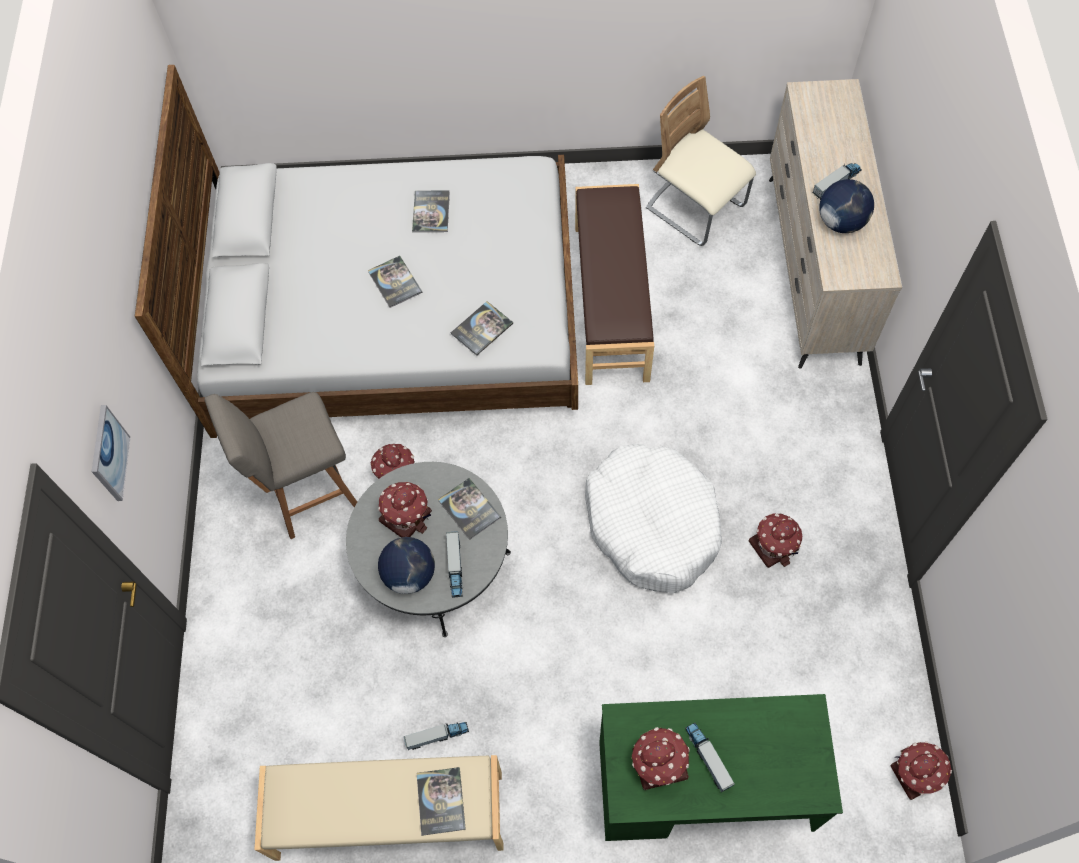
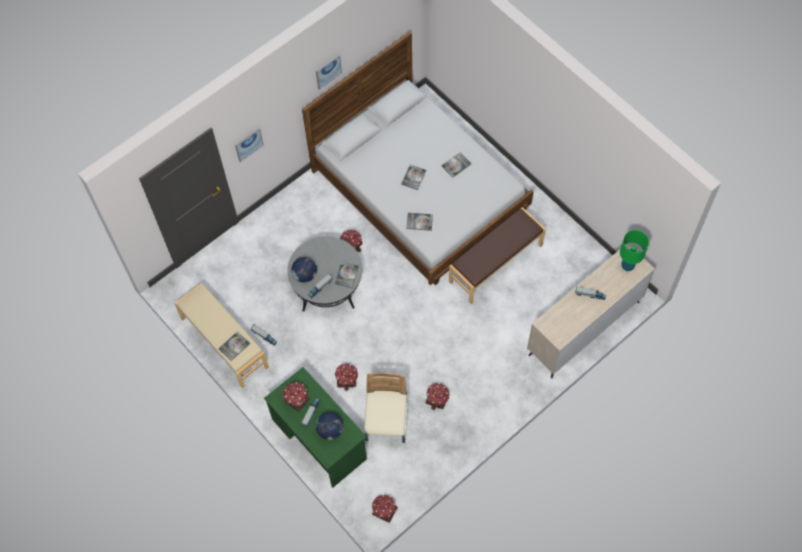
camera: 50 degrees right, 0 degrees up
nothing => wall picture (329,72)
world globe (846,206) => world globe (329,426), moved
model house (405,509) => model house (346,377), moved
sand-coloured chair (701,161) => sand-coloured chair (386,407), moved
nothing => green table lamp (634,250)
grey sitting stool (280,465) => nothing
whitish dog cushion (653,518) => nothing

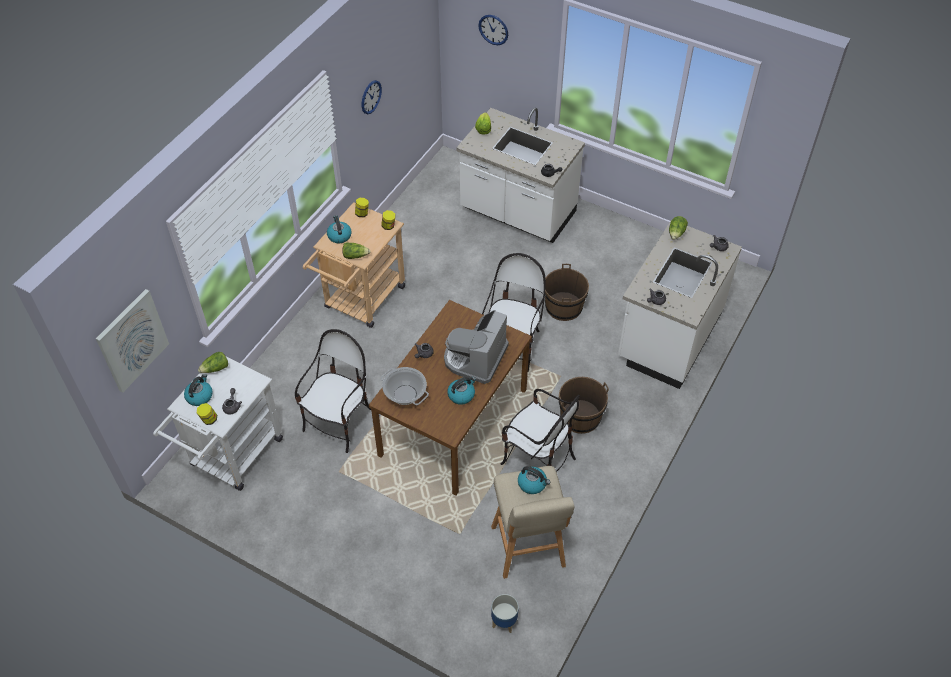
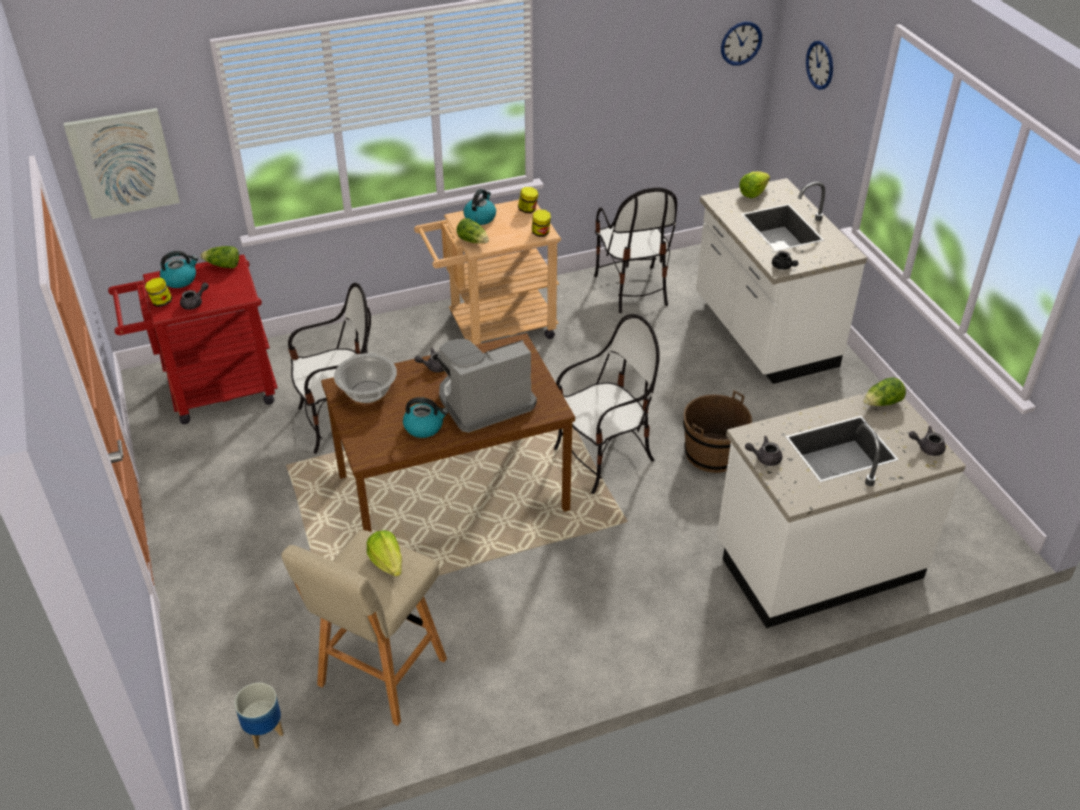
camera: 40 degrees right, 10 degrees down
whitish cart (218,423) => reddish cart (193,339)
water kettle (534,480) => lettuce (384,553)
chair (540,430) => chair (635,250), moved
clock on the wall (372,97) => clock on the wall (741,44), moved
brown bucket (584,405) => nothing

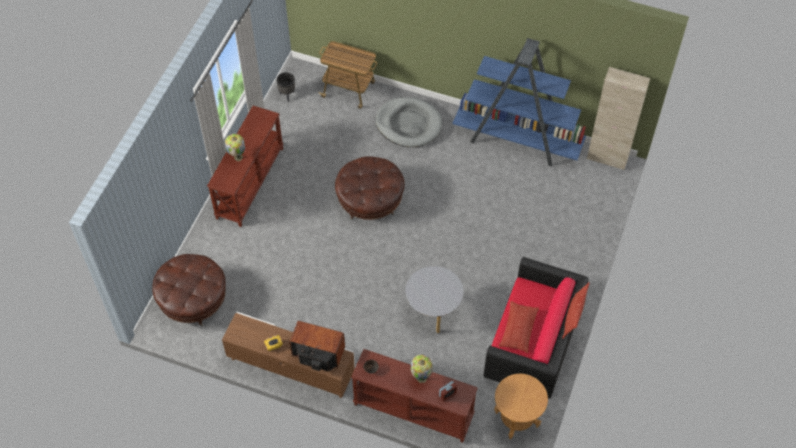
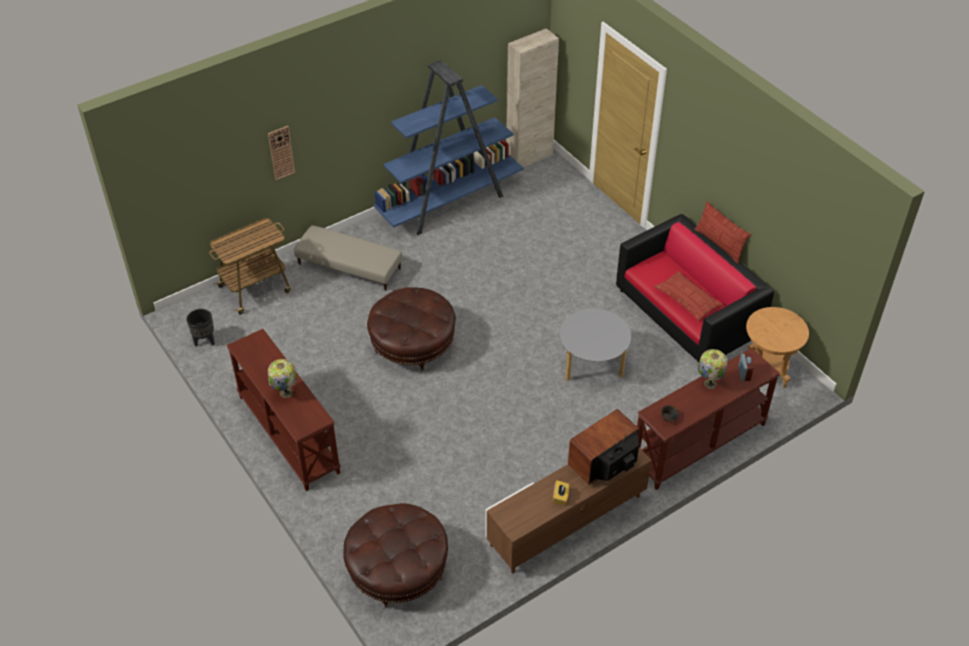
camera: 55 degrees left, 10 degrees down
nothing => clock on the wall (281,153)
grey dog cushion (409,122) => sand-coloured pouffe (348,258)

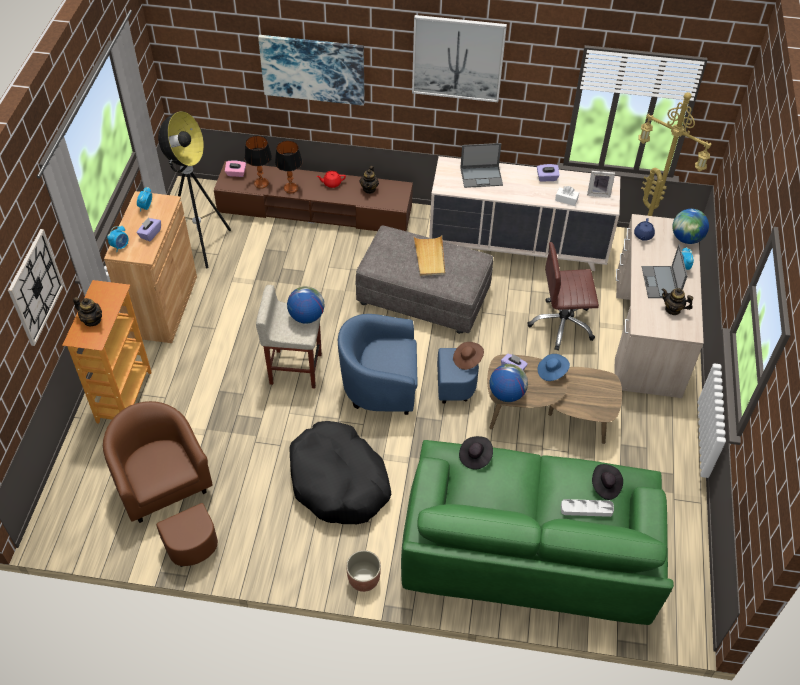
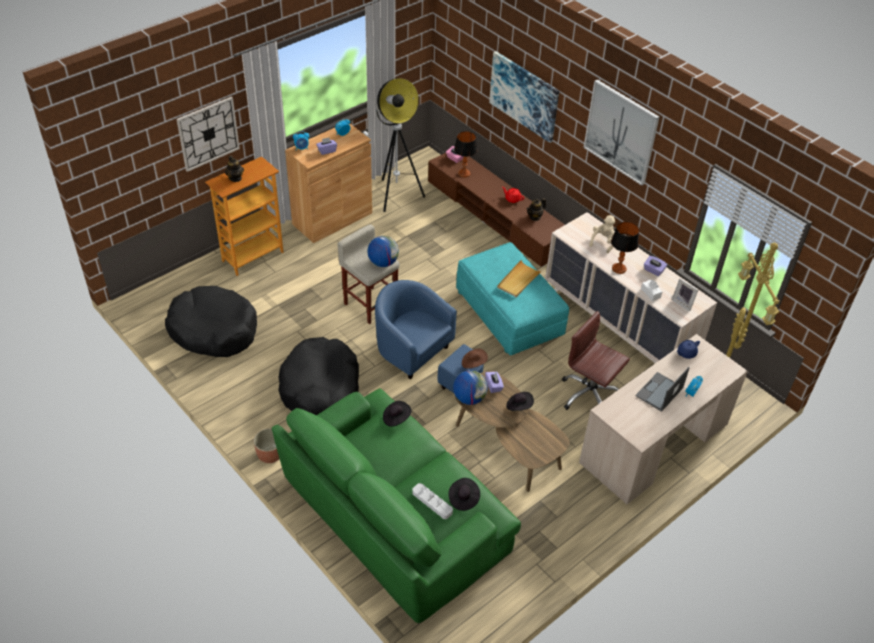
camera: 40 degrees right, 5 degrees down
brown easy chair (160,484) => black dog cushion (211,321)
grey pouffe (424,279) => turquoise-coloured pouffe (512,298)
bluish wearable hat (554,367) => black wearable hat (520,401)
portable computer (481,165) => sand-coloured plush toy (602,234)
table lamp (288,167) => table lamp (625,248), moved
teapot (677,301) => nothing
world globe (690,226) => nothing

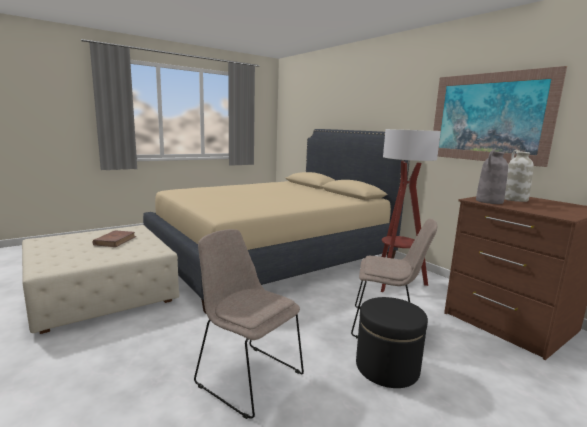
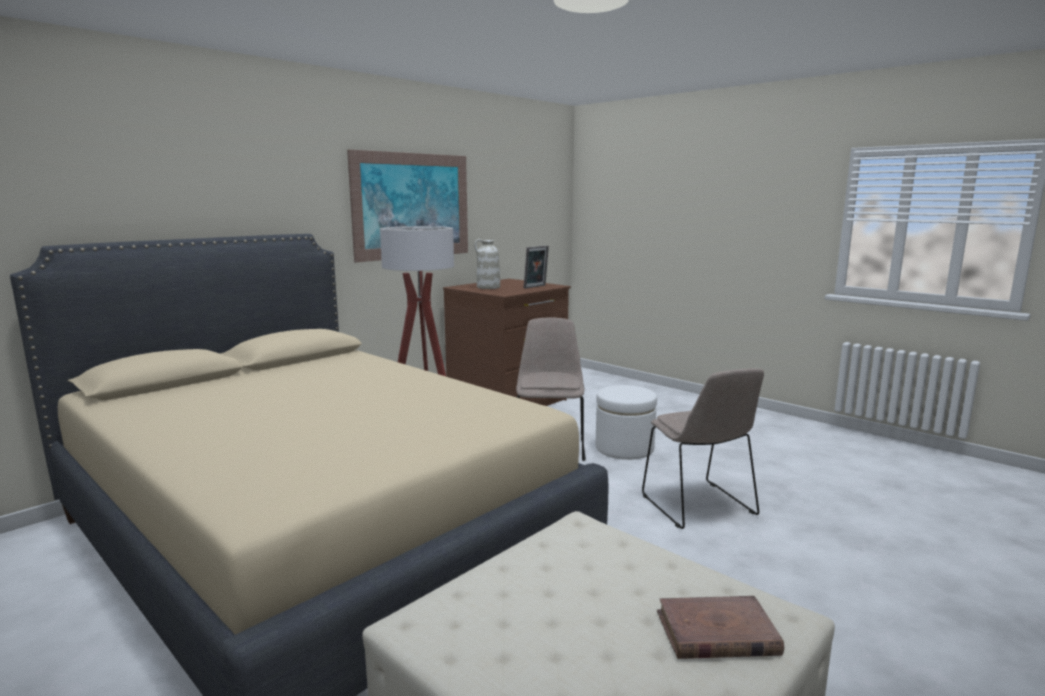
camera: 100 degrees left, 0 degrees up
nothing => picture frame (536,267)
black pouffe (392,342) => whitish pouffe (626,422)
sand-coloured chair (249,324) => sand-coloured chair (703,448), 45 degrees counterclockwise
brown book (114,238) => brown book (720,627), moved
grey vase (492,177) => nothing

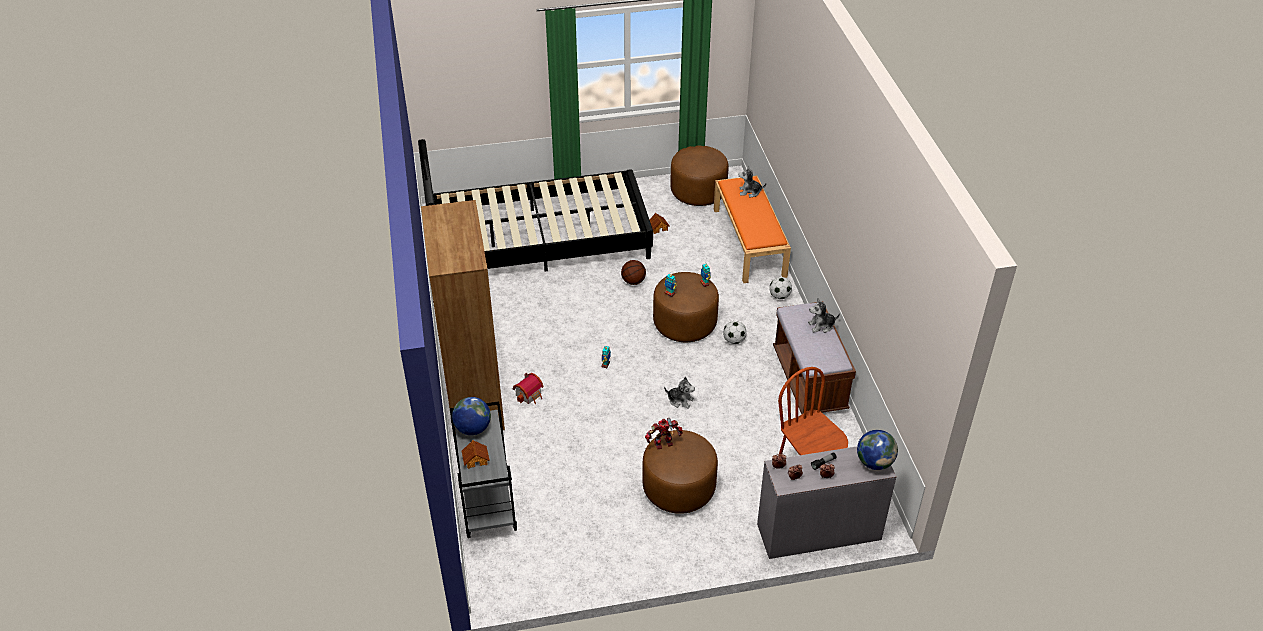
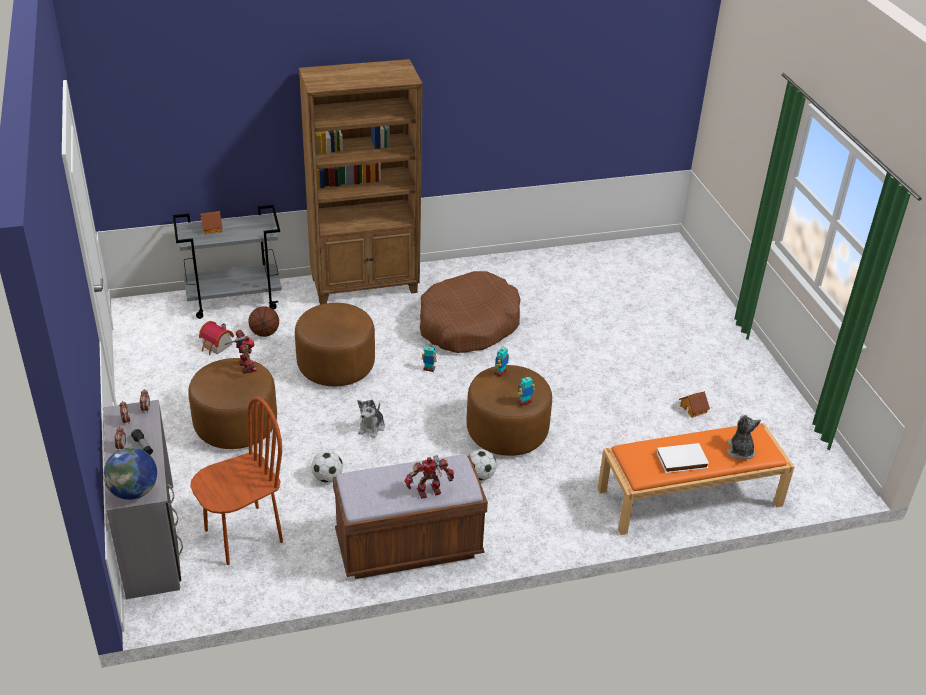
camera: 85 degrees right, 5 degrees down
model house (528,388) => model house (216,338), moved
basketball (633,272) => basketball (263,321), moved
brown pouffe (699,175) => brown pouffe (335,344), moved
ball for football (780,288) => ball for football (327,466), moved
plush toy (824,315) => toy robot (429,477)
nothing => brown dog cushion (470,312)
nothing => whitish book (682,458)
black bed (535,205) => nothing
world globe (471,416) => nothing

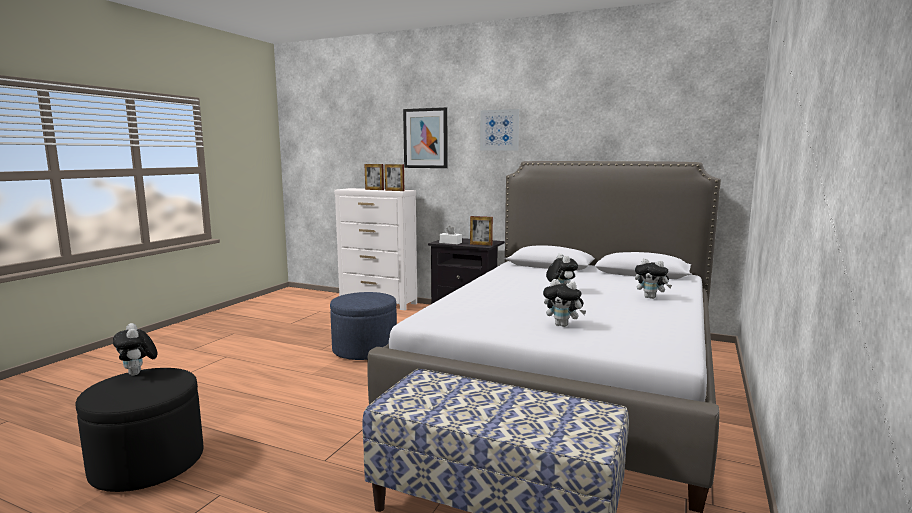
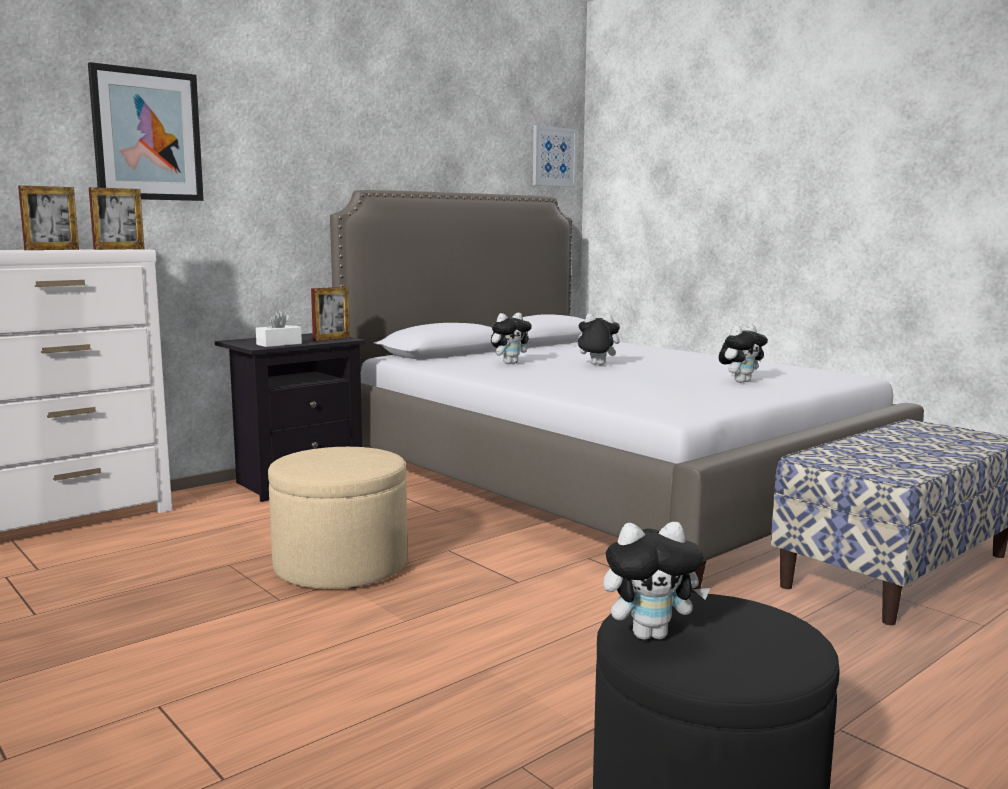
camera: 65 degrees left, 0 degrees up
bluish pouffe (363,326) => sand-coloured pouffe (338,518)
plush toy (653,279) => plush toy (511,338), moved
wall picture (499,130) => wall picture (555,156), moved

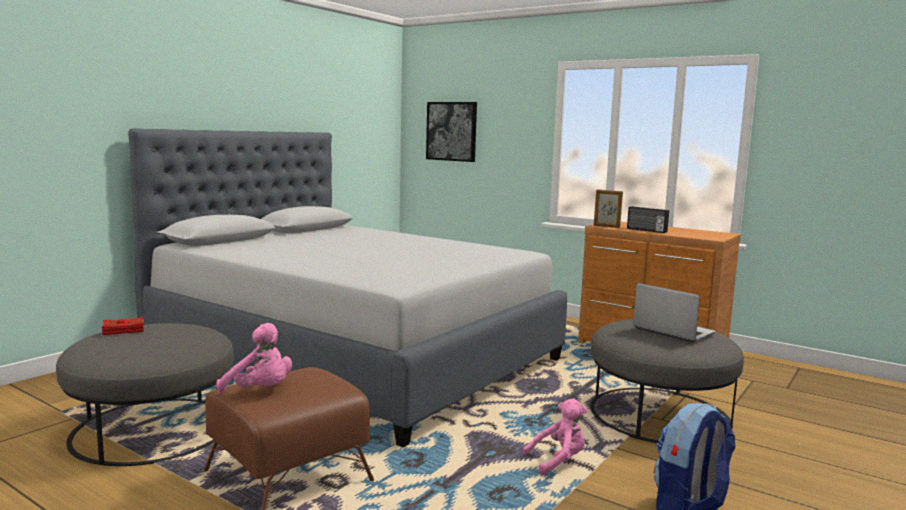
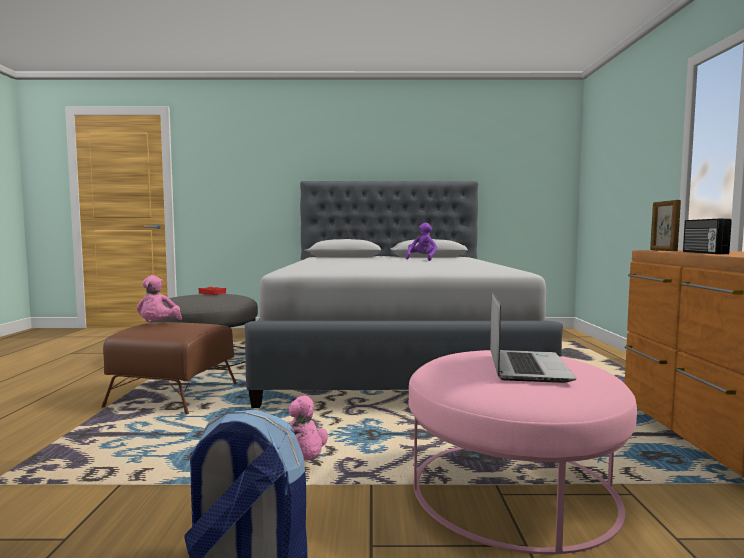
camera: 55 degrees right, 5 degrees down
nothing => purple-coloured plush toy (421,242)
grey pouffe (667,381) => pink pouffe (523,452)
wall picture (451,132) => nothing

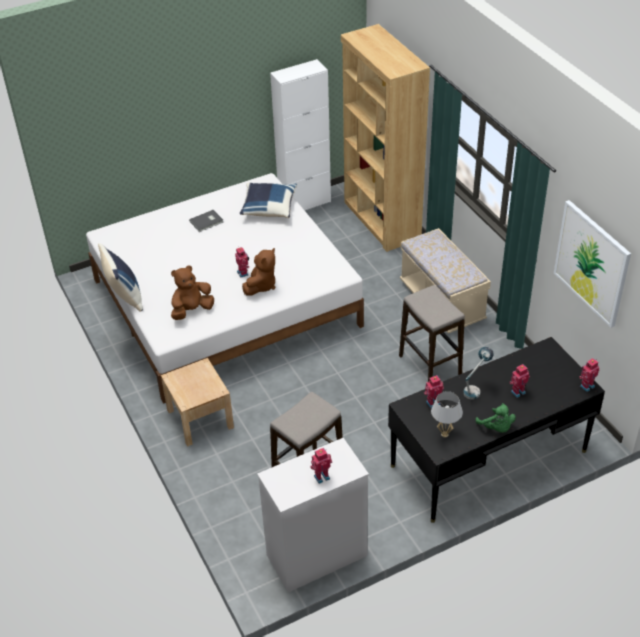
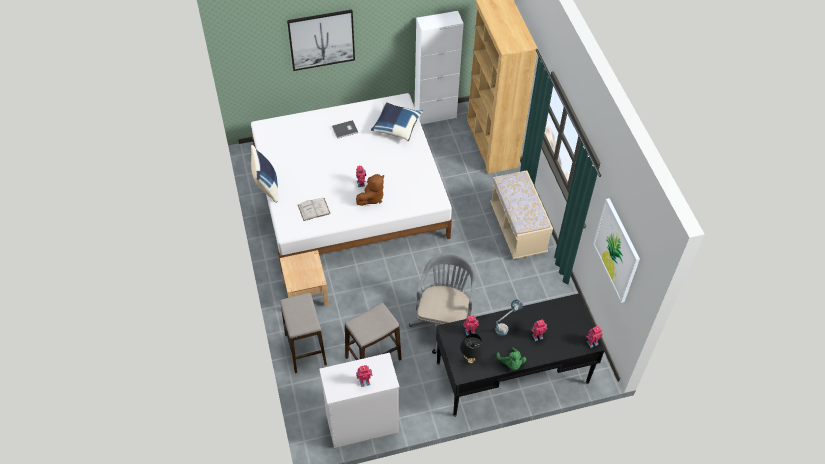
camera: 10 degrees right, 10 degrees up
sitting stool (432,333) => sitting stool (303,333), moved
nothing => wall picture (321,40)
brown plush toy (192,293) => whitish book (314,209)
nothing => grey desk chair (442,303)
whitish table lamp (447,414) => black table lamp (472,348)

